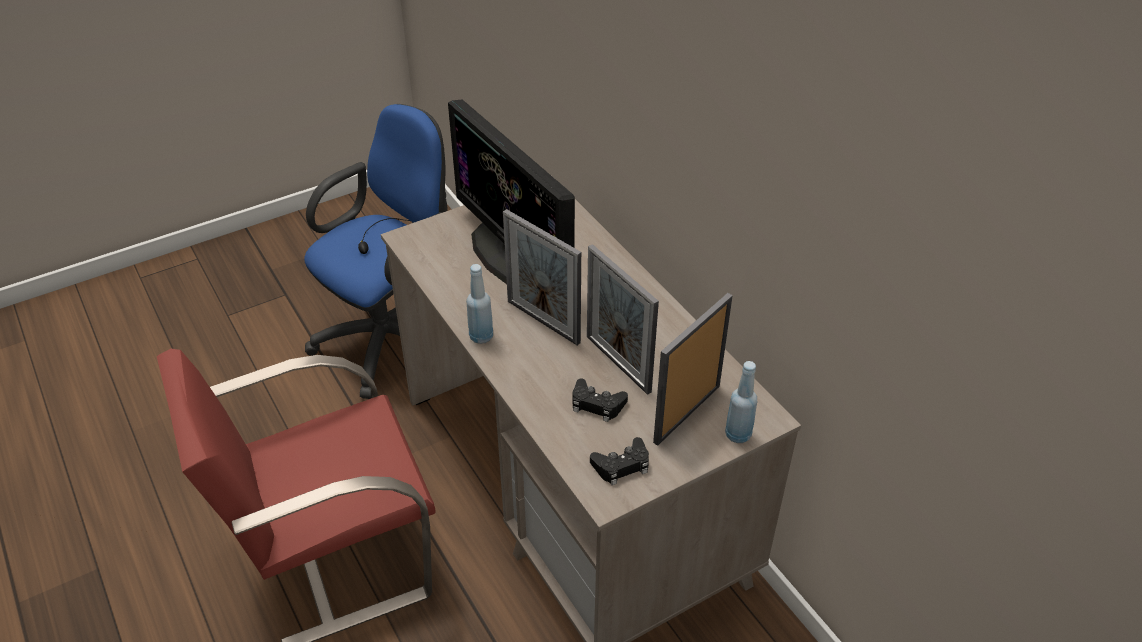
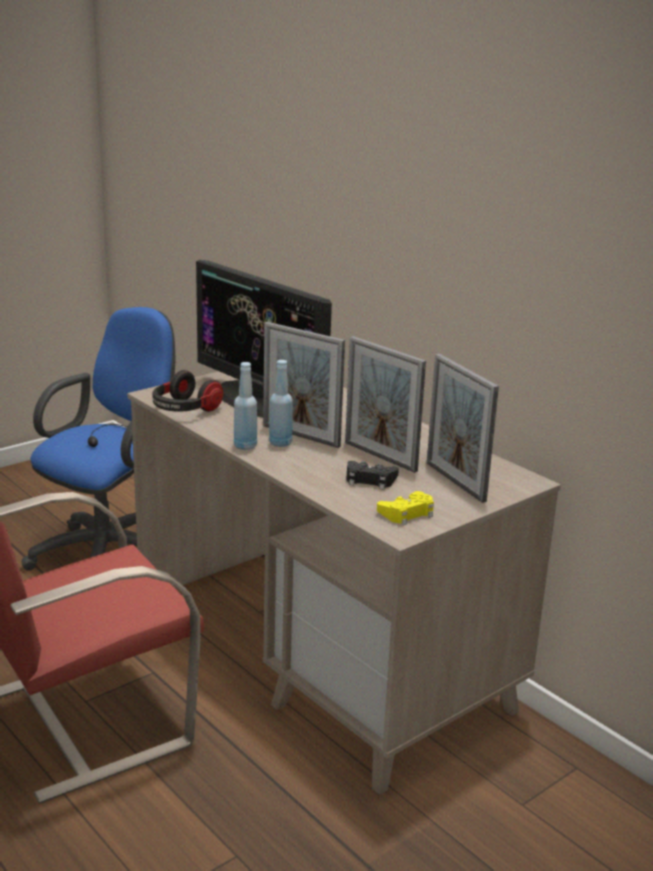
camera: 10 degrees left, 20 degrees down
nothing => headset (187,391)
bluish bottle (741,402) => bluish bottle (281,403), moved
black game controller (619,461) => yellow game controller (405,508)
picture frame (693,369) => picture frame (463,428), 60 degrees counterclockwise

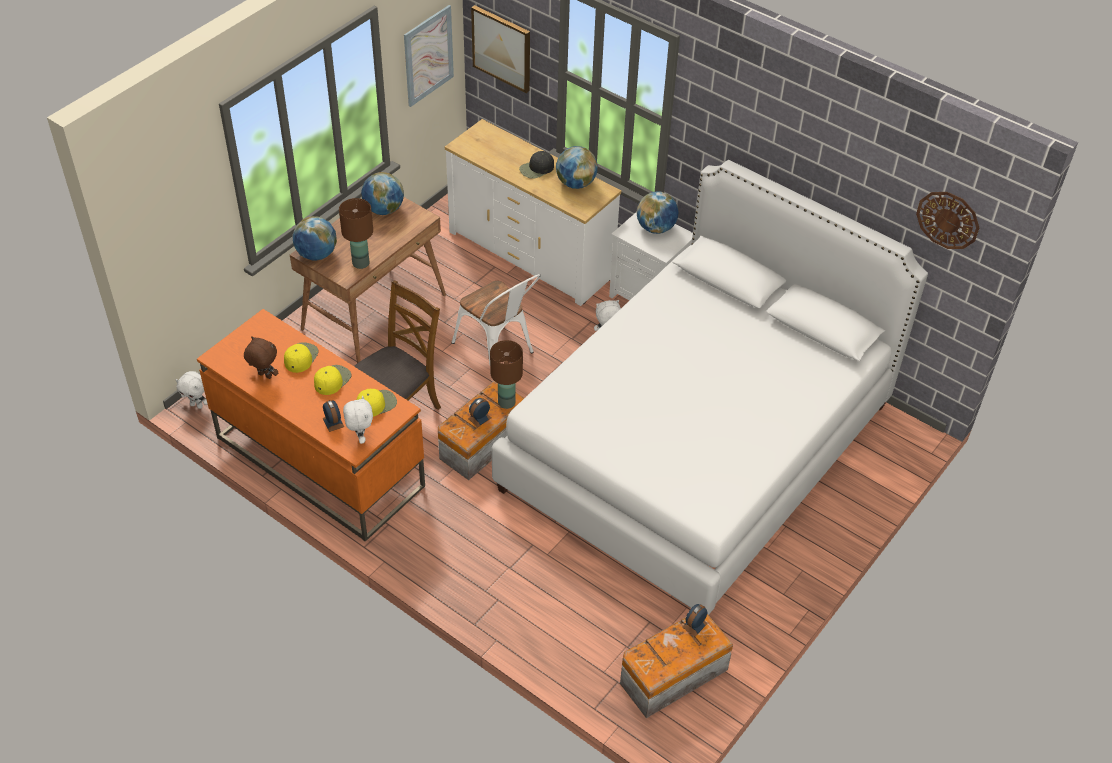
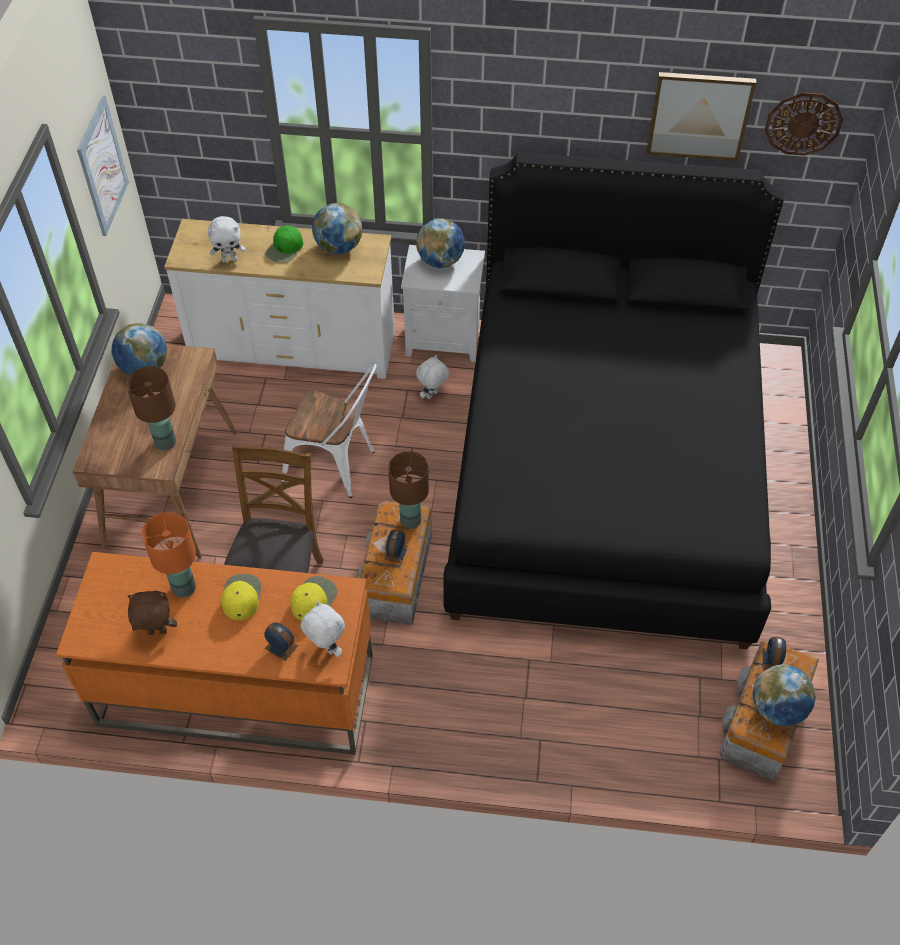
camera: 30 degrees left, 5 degrees up
yellow peaked cap (301,357) => orange table lamp (169,555)
whitish plush toy (192,390) => whitish plush toy (227,239), moved
black peaked cap (536,165) => green peaked cap (284,244)
whitish bed (710,387) => black bed (613,400)
wall picture (500,49) => wall picture (701,116), moved
world globe (314,238) => world globe (784,695), moved

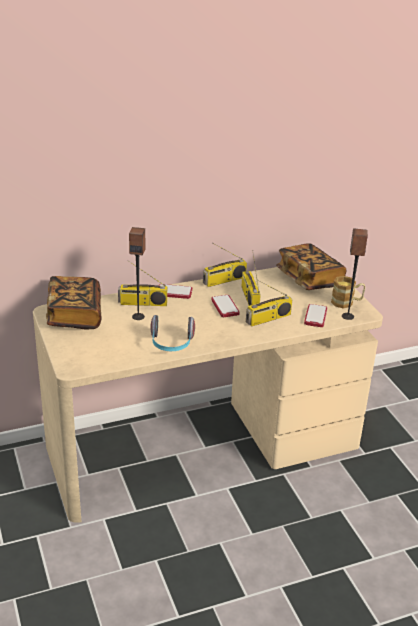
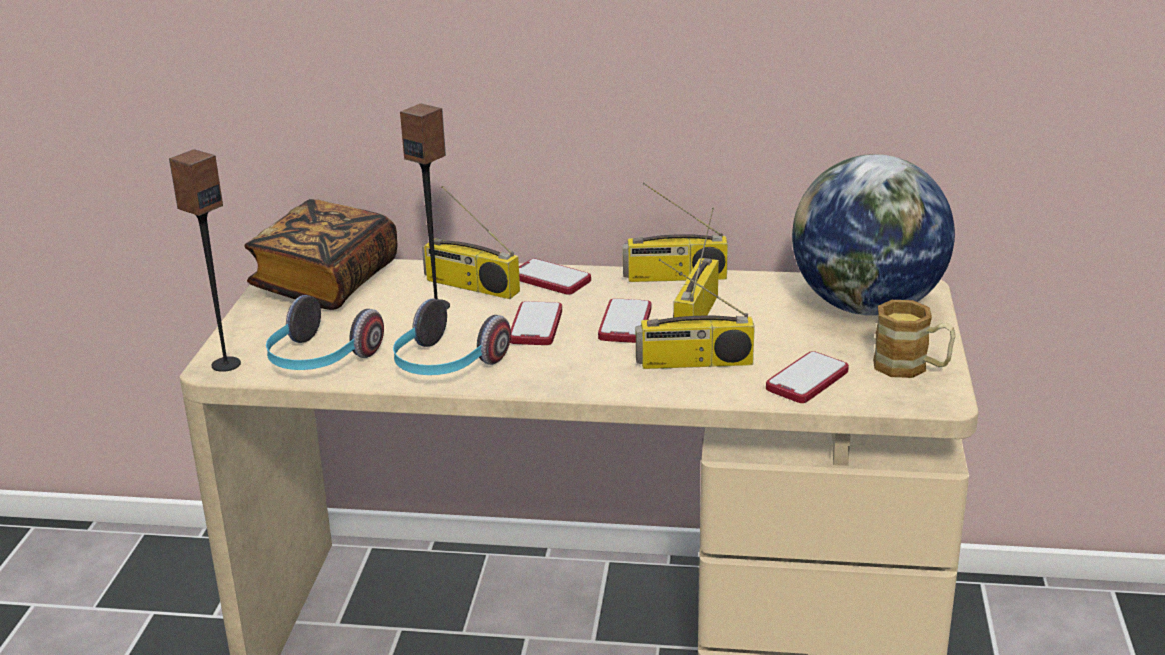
camera: 30 degrees right, 5 degrees down
loudspeaker (355,274) => loudspeaker (205,260), moved
nothing => headset (325,332)
nothing => telephone (536,323)
book (311,266) => world globe (873,235)

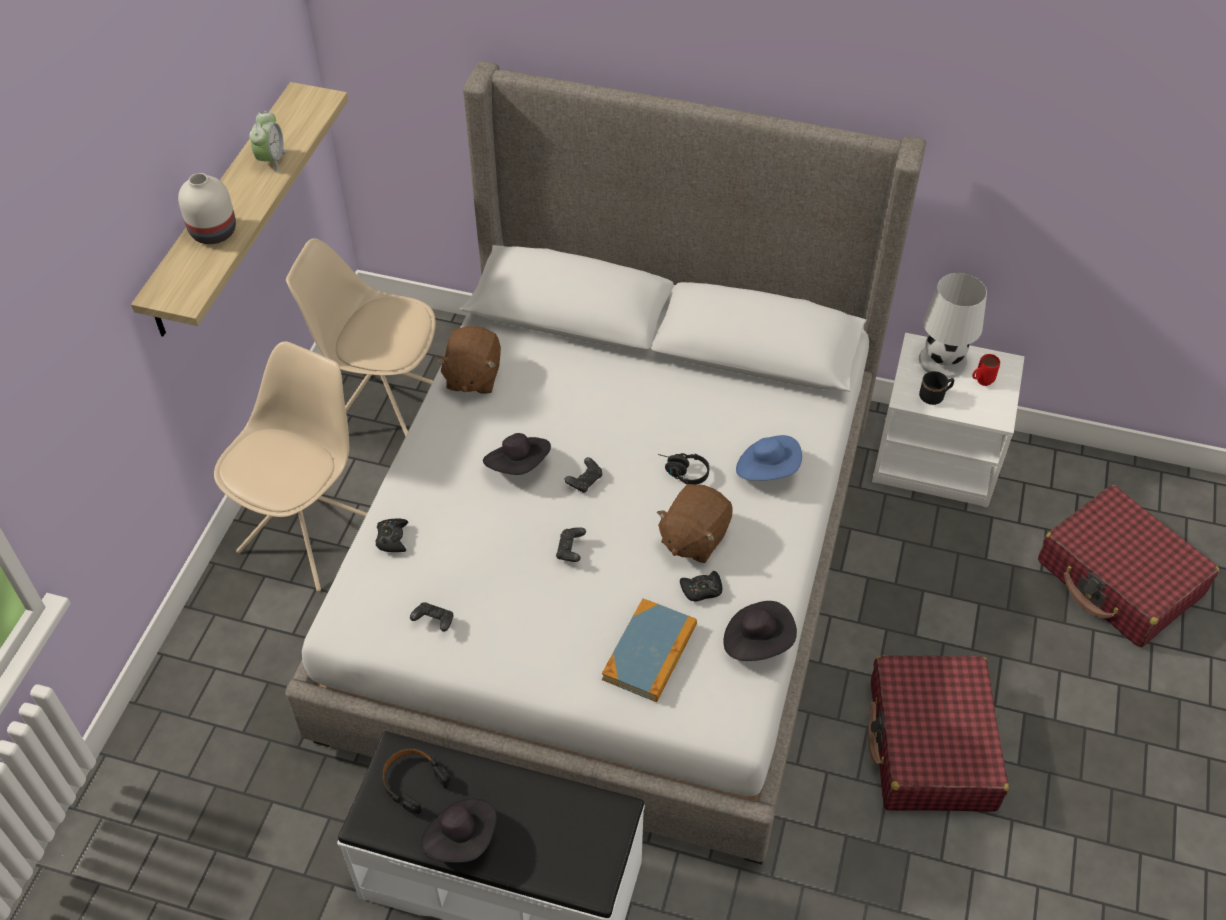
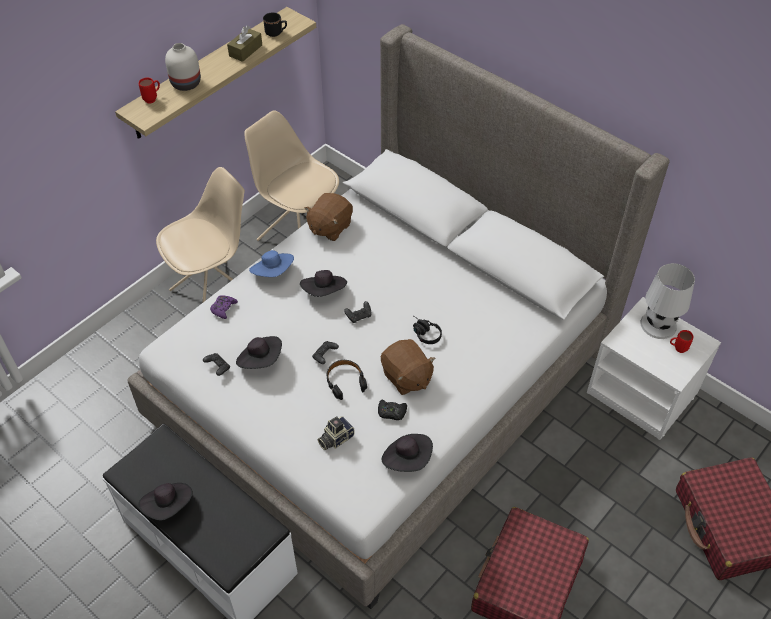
camera: 25 degrees right, 0 degrees up
nothing => reddish mug (149,91)
black game controller (391,535) => purple-coloured game controller (224,307)
bedside clock (268,142) => brown box of tissues (244,44)
nothing => black wearable hat (259,352)
bluish wearable hat (769,458) => bluish wearable hat (271,263), moved
black mug (936,388) => black mug (275,25), moved
book (649,650) => still camera (336,433)
black headset (416,781) => black headset (347,380), moved
brown plush toy (694,523) => brown plush toy (408,367), 90 degrees counterclockwise

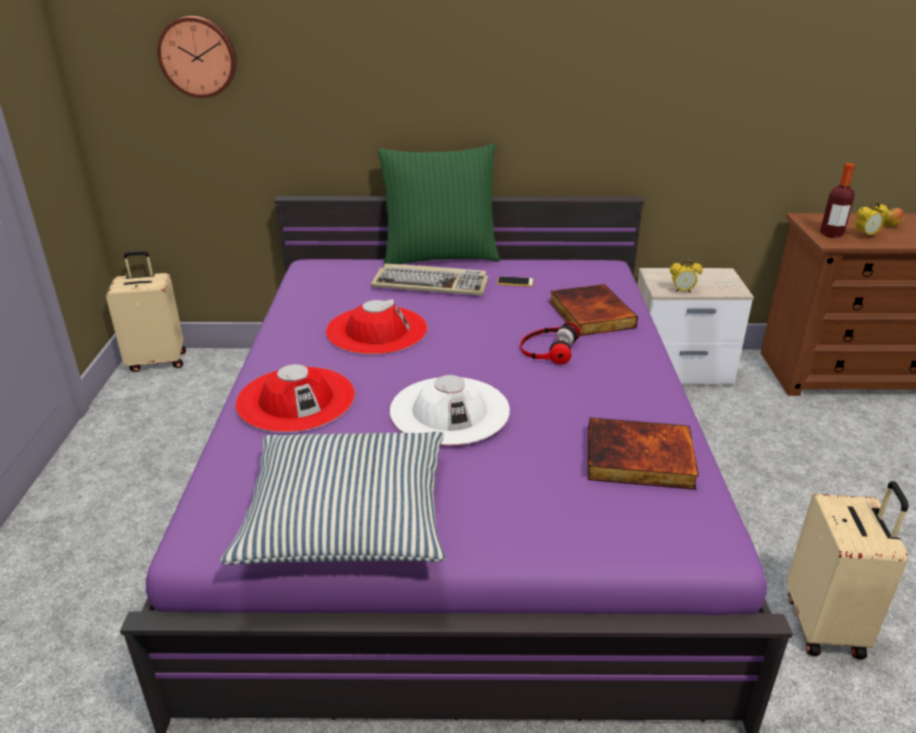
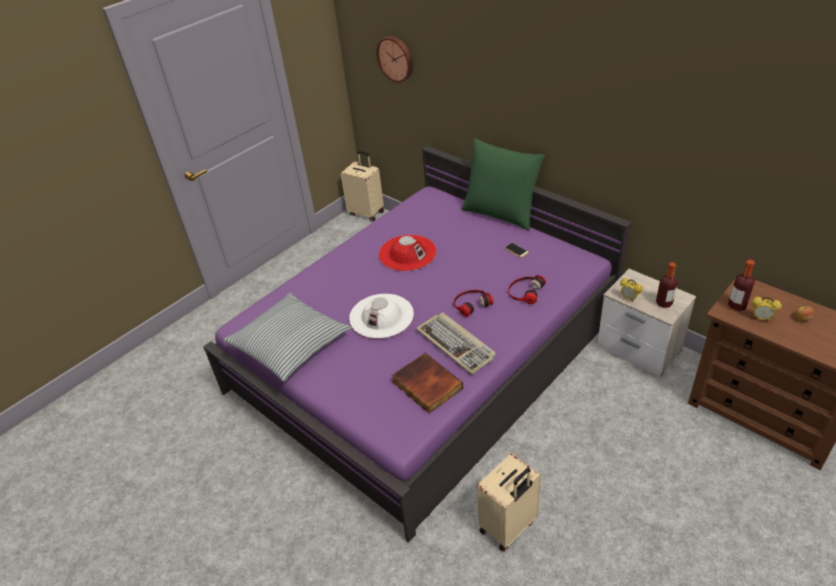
camera: 45 degrees right, 10 degrees up
computer keyboard (429,279) => computer keyboard (456,343), moved
book (593,310) => headset (527,289)
nothing => bottle (667,285)
reddish wearable hat (295,398) => nothing

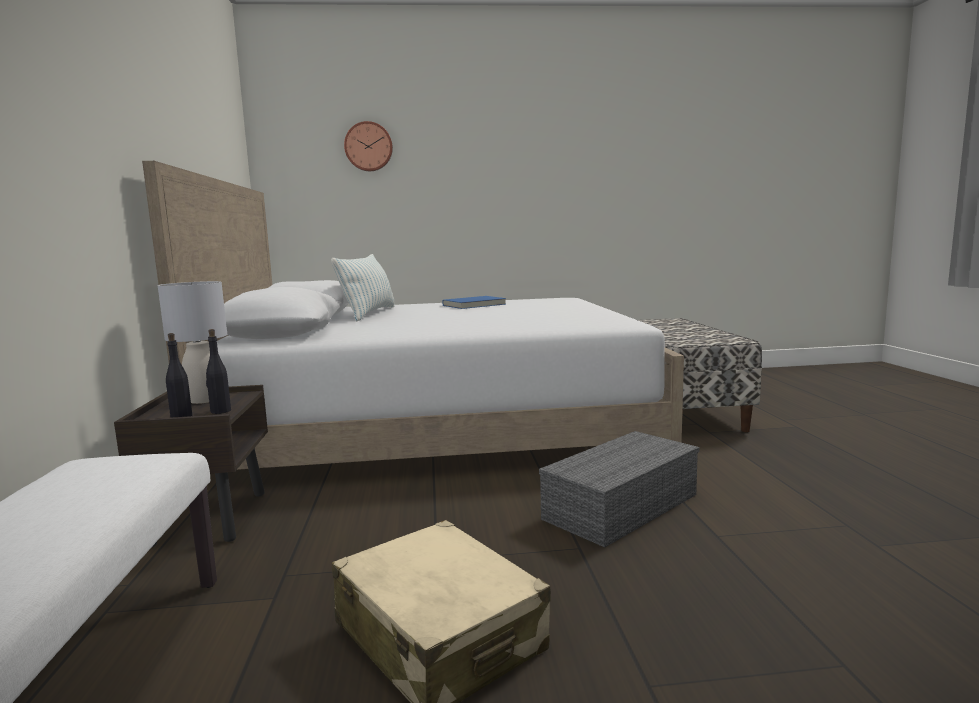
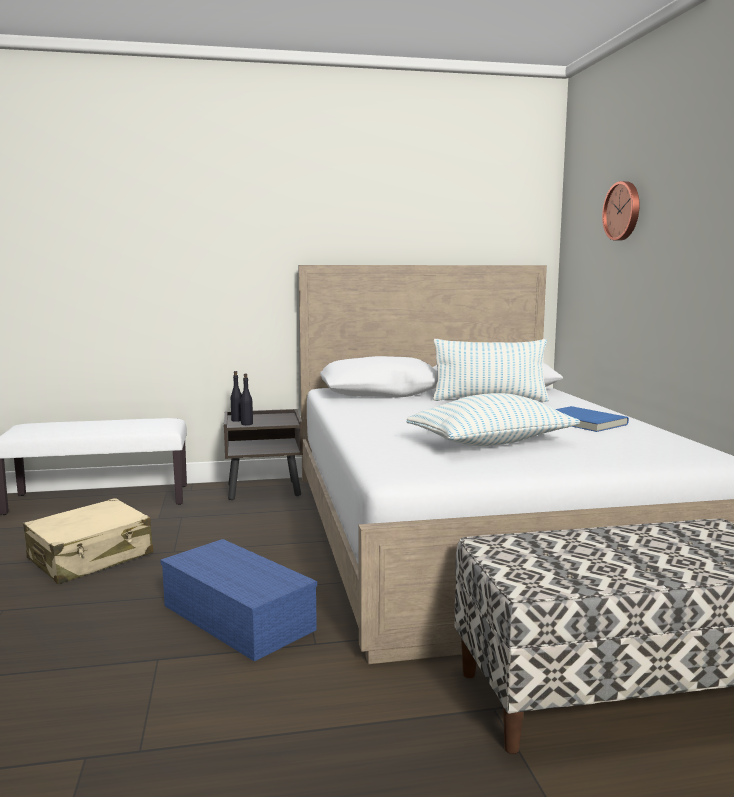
camera: 85 degrees right, 0 degrees up
grey storage bin (619,489) => bluish storage bin (238,600)
nothing => cushion (493,419)
grey table lamp (192,342) => nothing

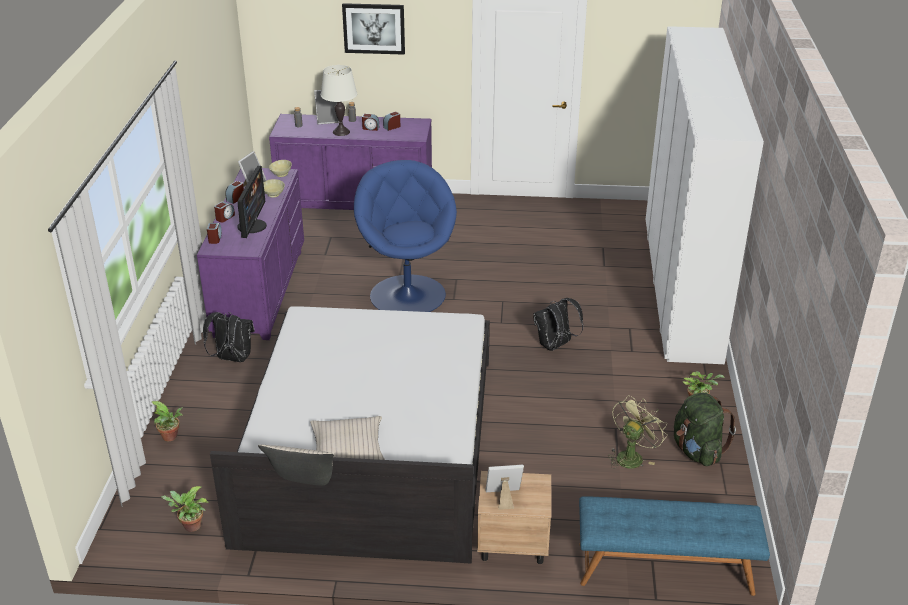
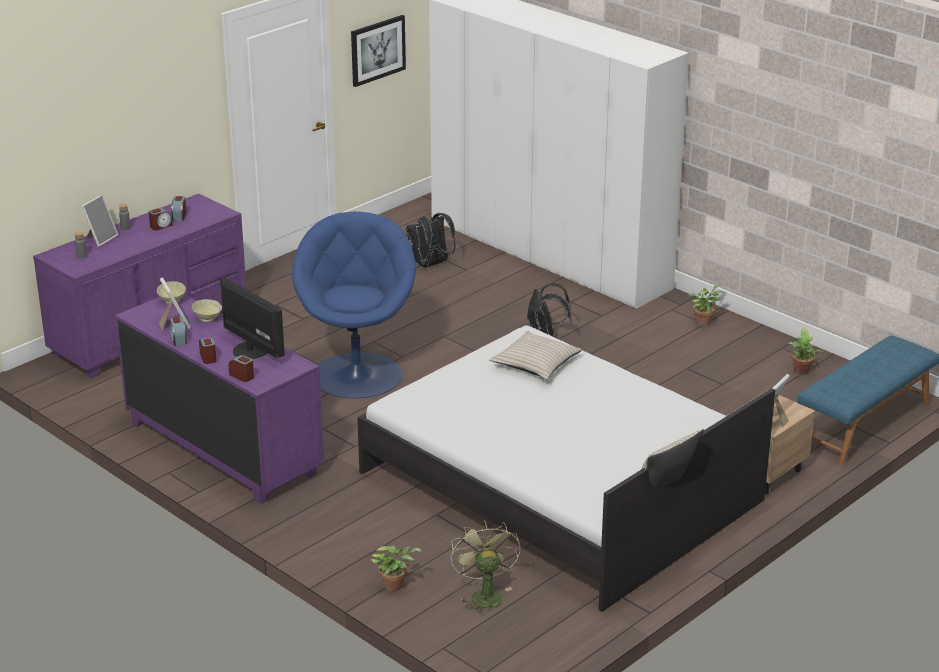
camera: 50 degrees left, 5 degrees down
bluish easy chair (405,236) => bluish easy chair (354,305), 75 degrees clockwise
wall picture (373,29) => wall picture (378,51), moved
black rucksack (229,337) => black rucksack (431,240), moved
green cooling fan (637,432) => green cooling fan (486,568), moved
sand-coloured cushion (347,438) => sand-coloured cushion (535,355), moved
plant in a pot (185,509) => plant in a pot (806,351), moved
whitish table lamp (339,100) => nothing
green rucksack (705,429) => nothing

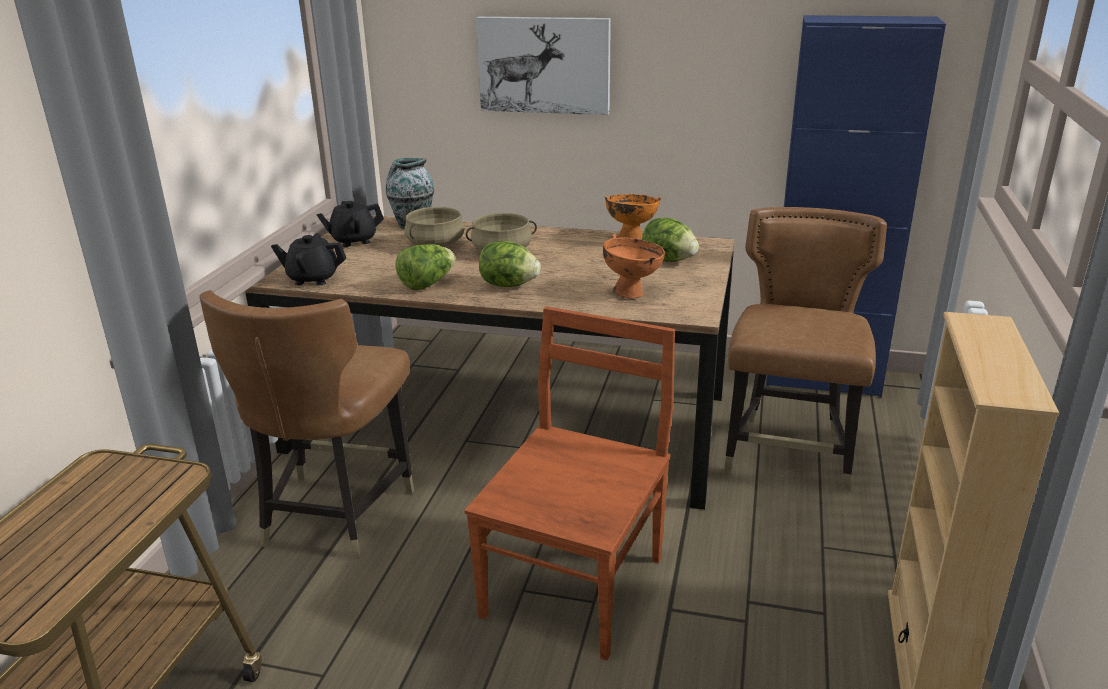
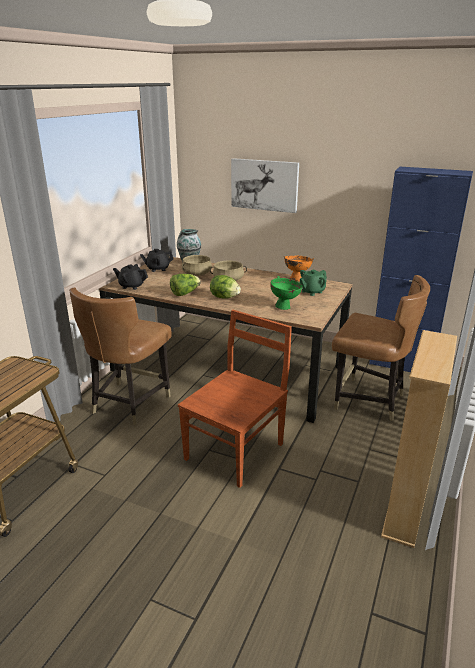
camera: 10 degrees right, 0 degrees up
orange serving bowl (634,266) => green serving bowl (286,293)
lettuce (670,240) => green teapot (313,283)
brown chair (805,348) => brown chair (381,348), 90 degrees clockwise

